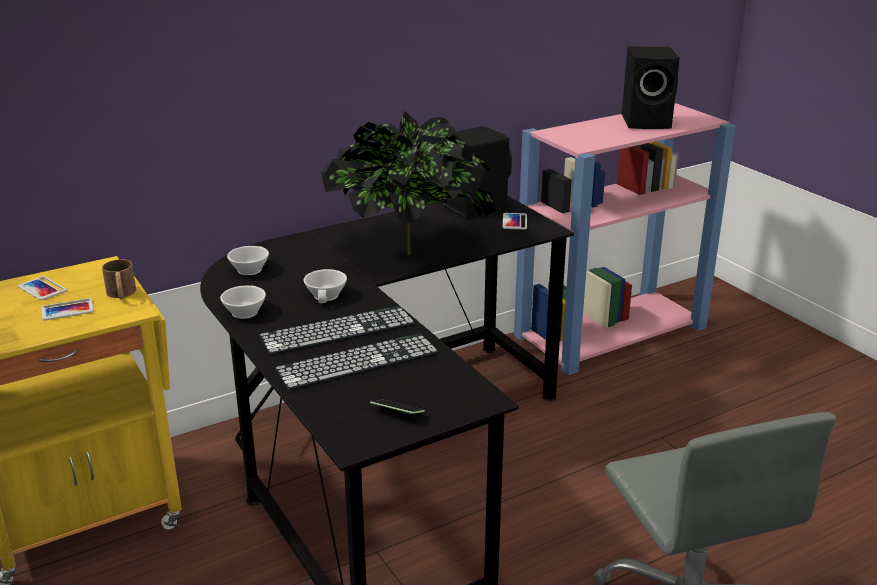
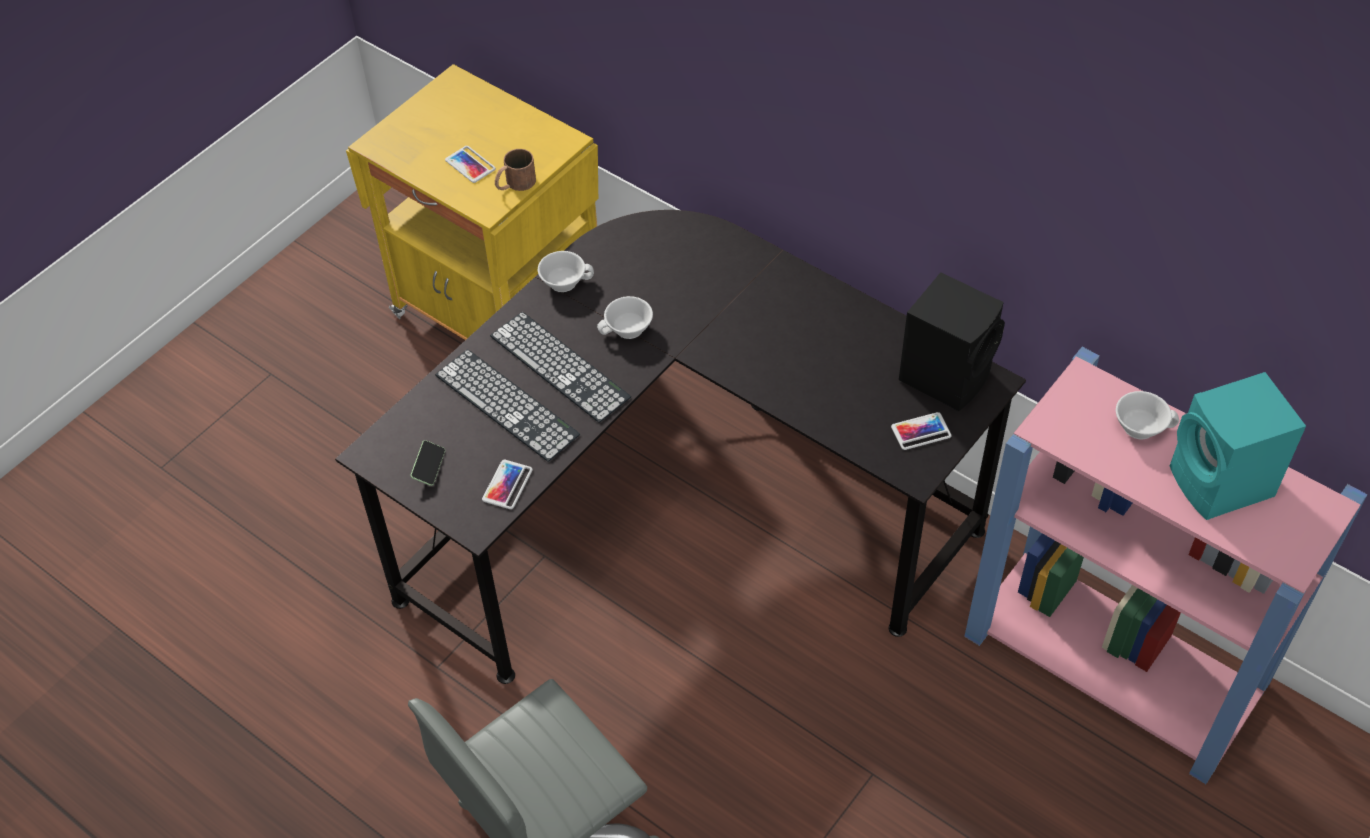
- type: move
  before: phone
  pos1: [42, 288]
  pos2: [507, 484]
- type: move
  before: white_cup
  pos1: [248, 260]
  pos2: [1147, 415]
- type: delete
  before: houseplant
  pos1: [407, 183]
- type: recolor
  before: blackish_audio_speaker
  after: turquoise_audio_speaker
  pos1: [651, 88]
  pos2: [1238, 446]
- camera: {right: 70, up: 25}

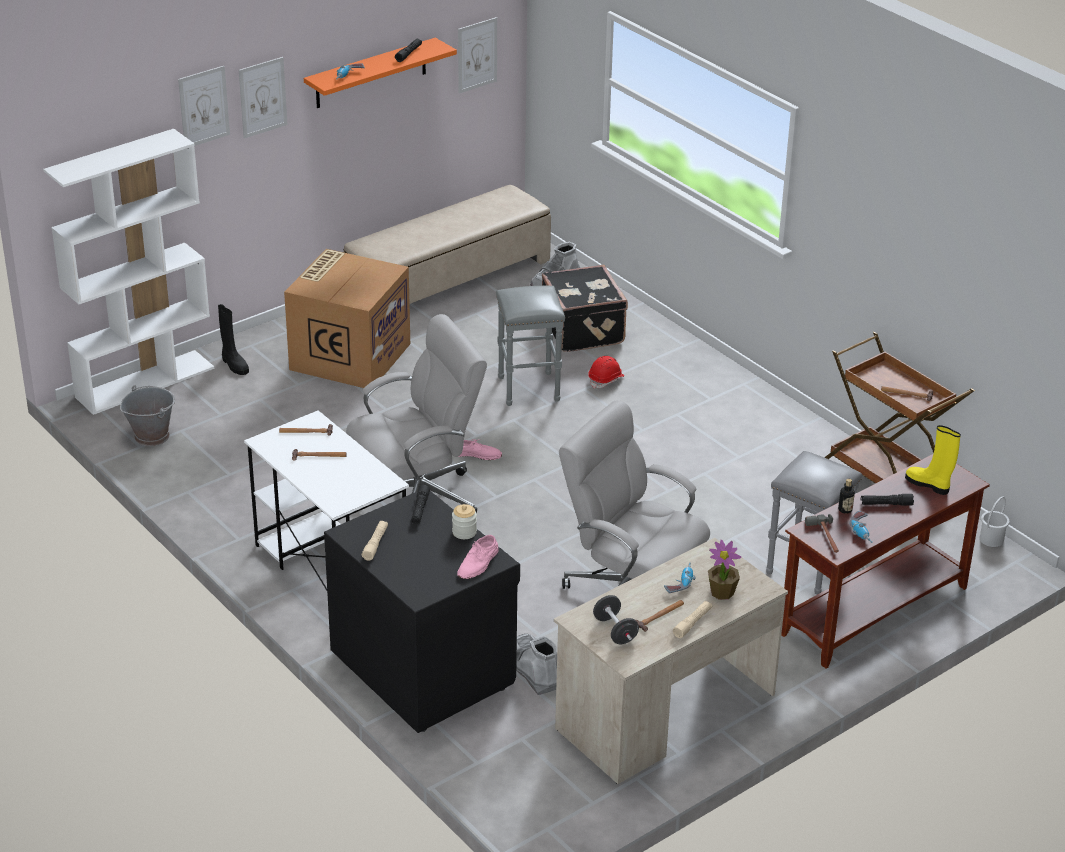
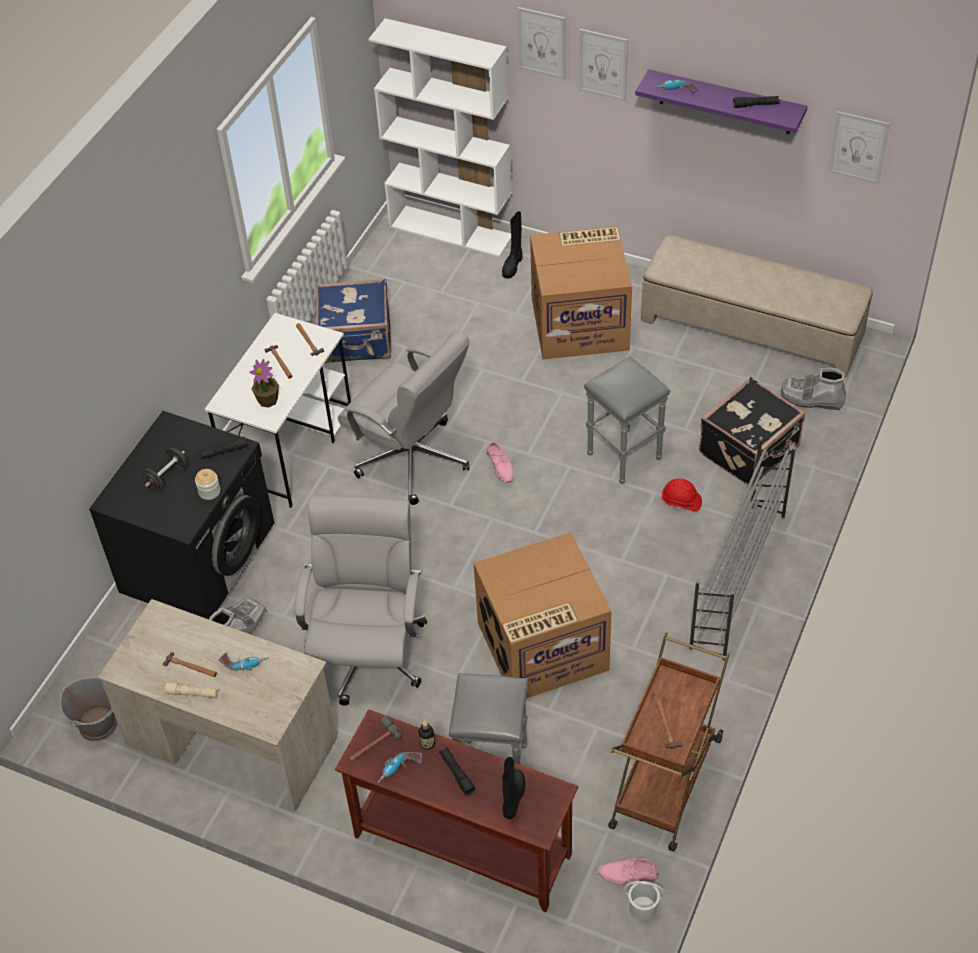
- type: move
  before: greyish_pail
  pos1: [147, 416]
  pos2: [88, 709]
- type: recolor
  before: orange_bracket_shelf
  after: purple-coloured_bracket_shelf
  pos1: [380, 73]
  pos2: [721, 101]
- type: delete
  before: beige-coloured_hand_torch
  pos1: [375, 541]
- type: move
  before: pink-coloured_shoe
  pos1: [478, 557]
  pos2: [628, 870]
- type: move
  before: blackish_dumbbell
  pos1: [616, 619]
  pos2: [165, 468]
- type: move
  before: houseplant
  pos1: [724, 570]
  pos2: [264, 383]
- type: recolor
  before: yellow_tall_boot
  after: blackish_tall_boot
  pos1: [933, 460]
  pos2: [513, 788]
- type: insert
  after: blue-coloured_travel_case
  pos2: [353, 321]
- type: insert
  after: packing_box
  pos2: [543, 615]
- type: insert
  after: greyish_shoe_rack
  pos2: [742, 549]
- camera: {right: 65, up: 15}

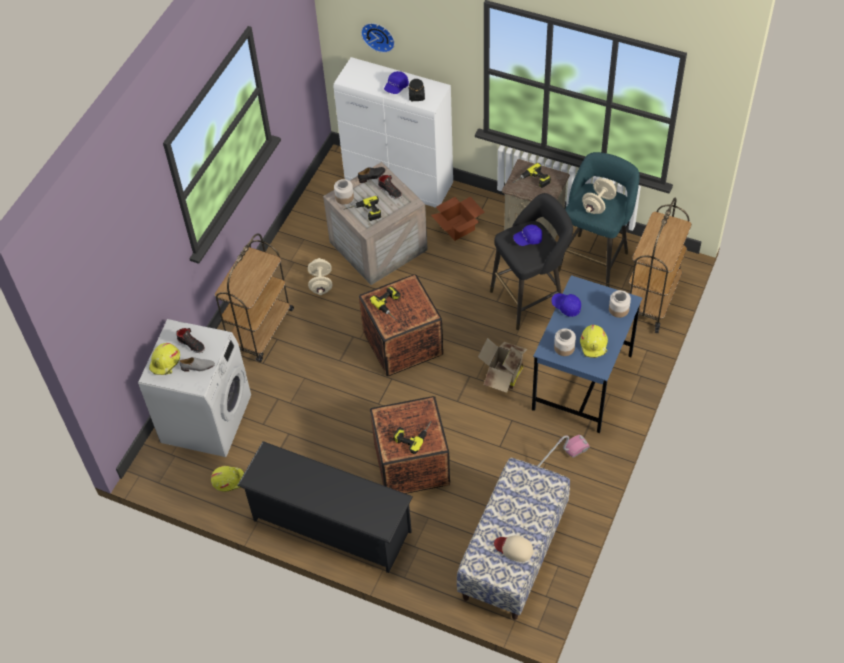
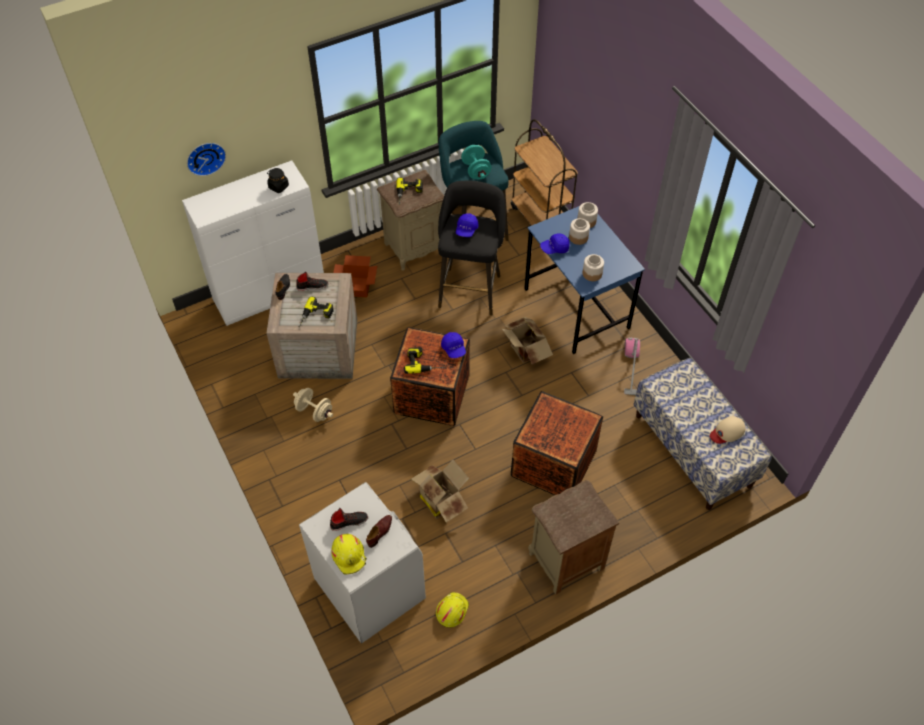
- type: recolor
  before: greyish_shoe
  after: brown_shoe
  pos1: [197, 364]
  pos2: [379, 531]
- type: delete
  before: brown_trolley
  pos1: [254, 297]
- type: replace
  before: blackish_shoe_rack
  after: beige-coloured_nightstand
  pos1: [325, 507]
  pos2: [574, 537]
- type: move
  before: preserve_jar
  pos1: [344, 191]
  pos2: [579, 231]
- type: move
  before: blue-coloured_cap
  pos1: [396, 82]
  pos2: [453, 345]
- type: delete
  before: drill
  pos1: [412, 437]
- type: delete
  before: yellow_hard_hat
  pos1: [594, 341]
- type: recolor
  before: beige-coloured_dumbbell
  after: turquoise_dumbbell
  pos1: [599, 196]
  pos2: [476, 162]
- type: insert
  after: packing_box
  pos2: [440, 491]
- camera: {right: -55, up: 0}

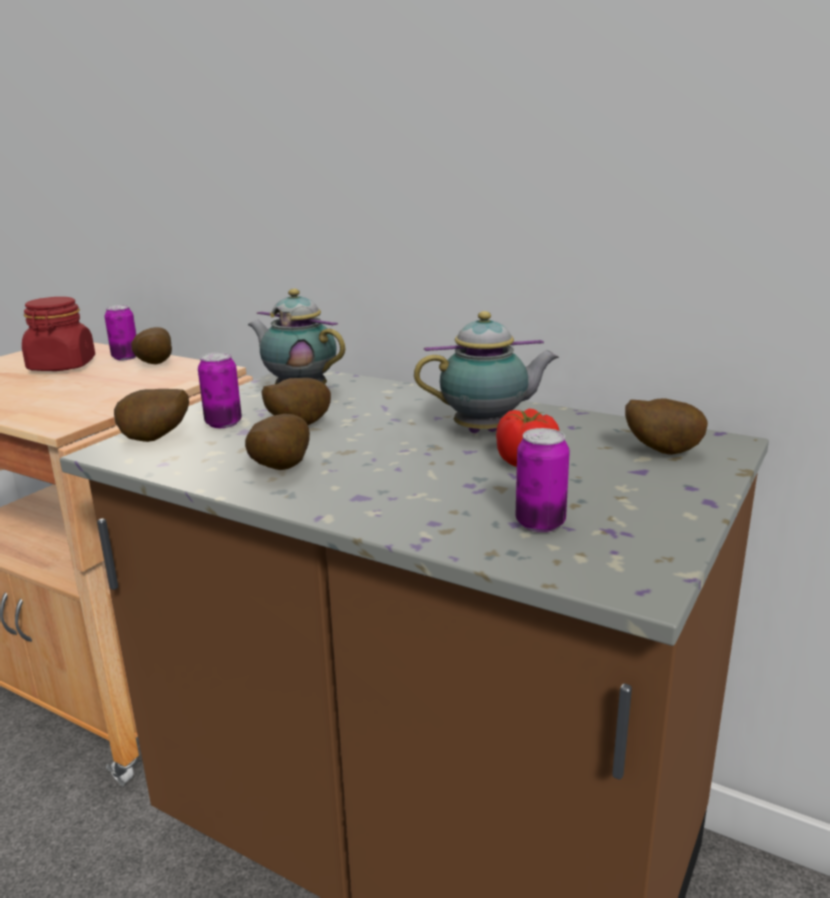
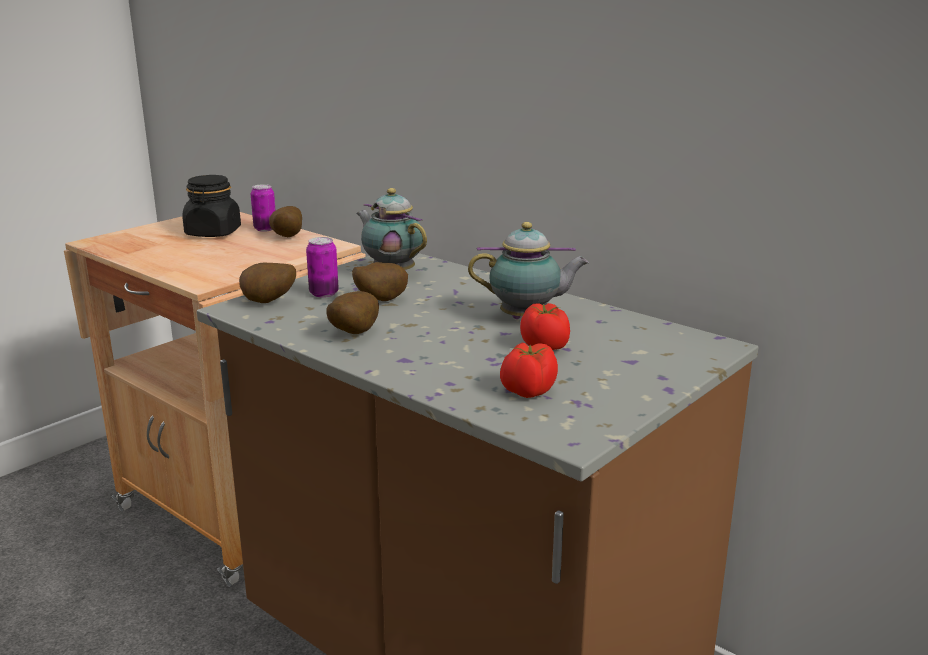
- type: recolor
  before: red-coloured_preserve_jar
  after: blackish_preserve_jar
  pos1: [58, 334]
  pos2: [211, 206]
- type: replace
  before: sealed_can
  after: fresh_tomato
  pos1: [543, 480]
  pos2: [529, 370]
- type: delete
  before: spud
  pos1: [666, 426]
- camera: {right: 10, up: 0}

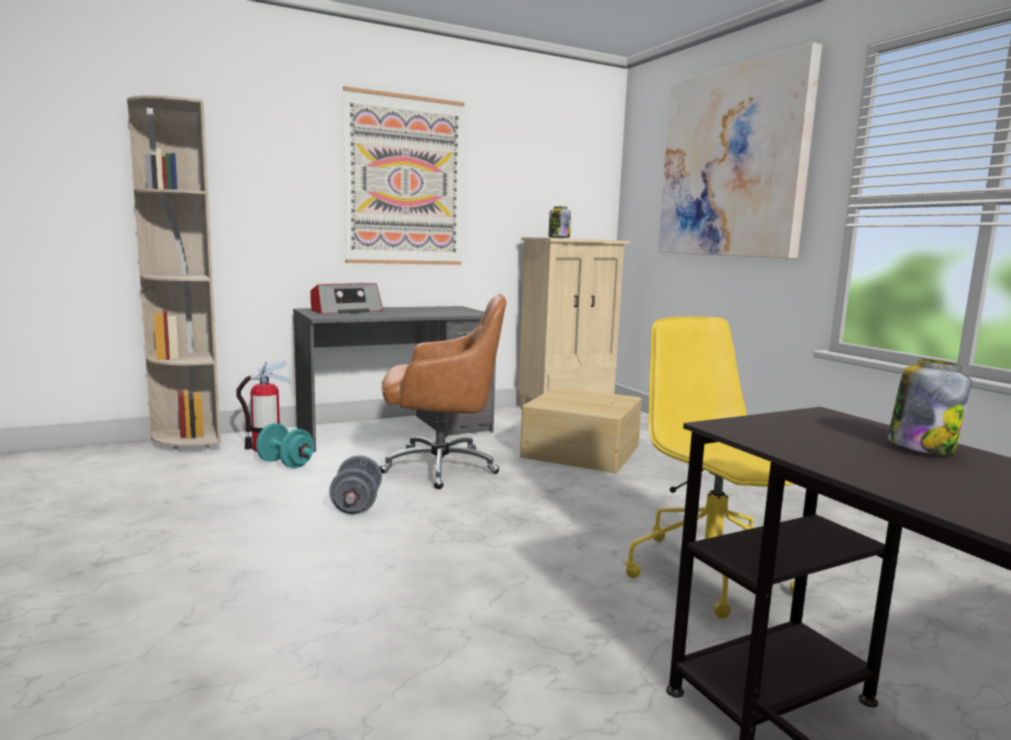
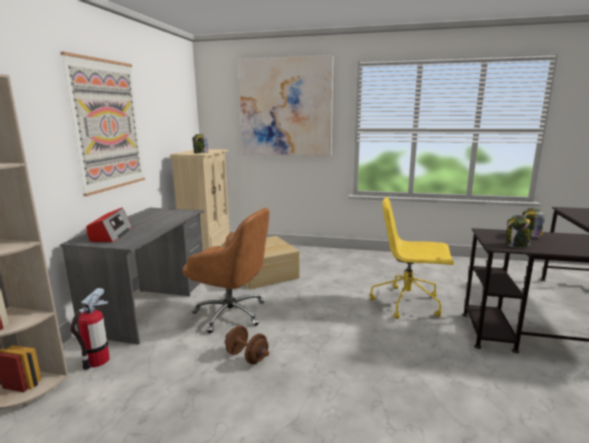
- type: delete
  before: turquoise_dumbbell
  pos1: [285, 445]
- type: recolor
  before: greyish_dumbbell
  after: brown_dumbbell
  pos1: [355, 485]
  pos2: [247, 344]
- type: rotate
  before: brown_office_chair
  pos1: [442, 391]
  pos2: [225, 270]
  turn: 75
- type: insert
  after: preserve_jar
  pos2: [518, 231]
- camera: {right: -50, up: 5}

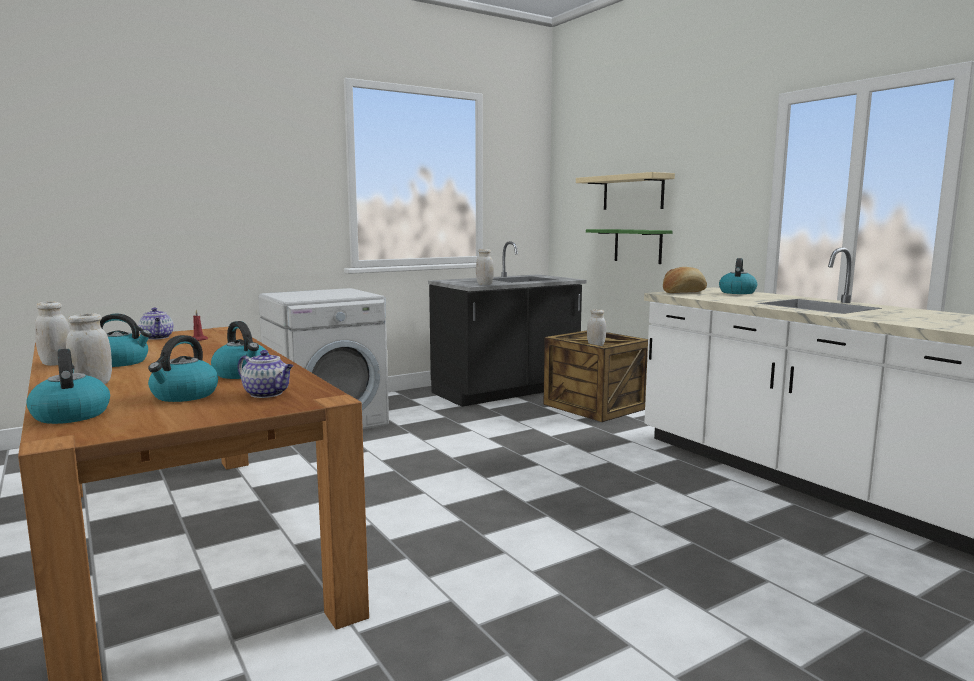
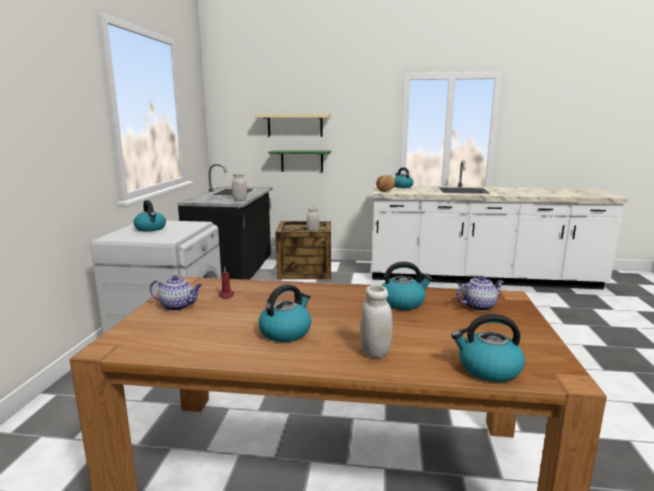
- type: delete
  before: white_preserve_jar
  pos1: [52, 333]
- type: move
  before: kettle
  pos1: [183, 368]
  pos2: [149, 216]
- camera: {right: -50, up: 5}

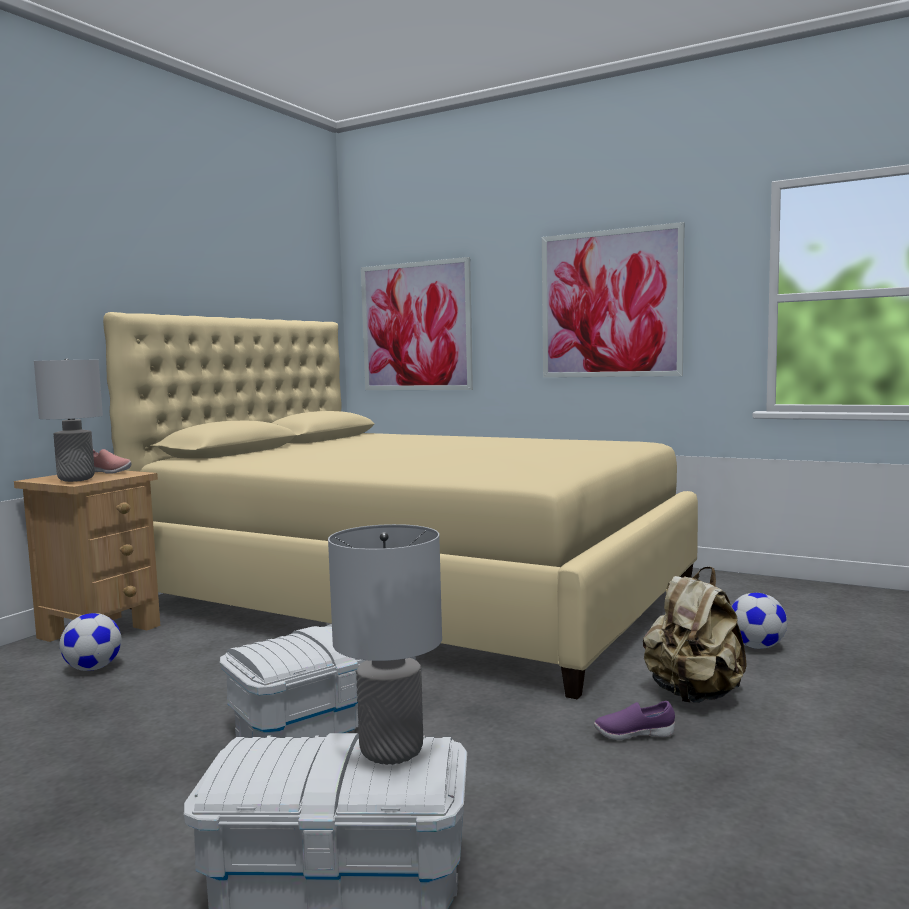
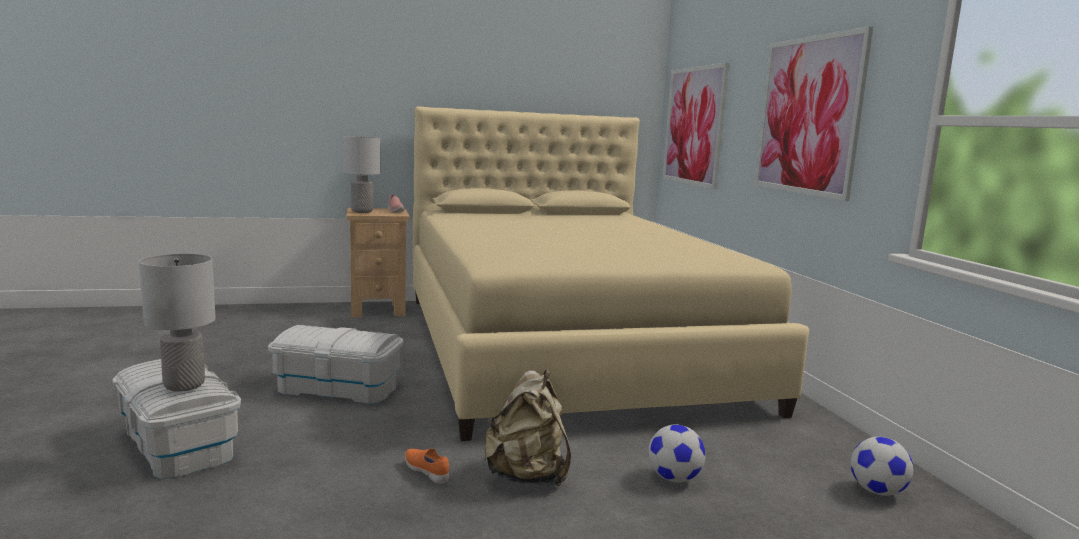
- type: move
  before: football
  pos1: [91, 642]
  pos2: [882, 466]
- type: recolor
  before: purple-coloured_shoe
  after: orange_shoe
  pos1: [634, 720]
  pos2: [427, 466]
- camera: {right: 45, up: 5}

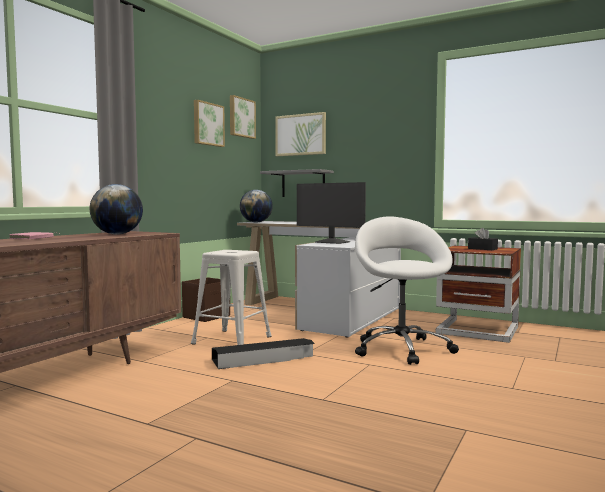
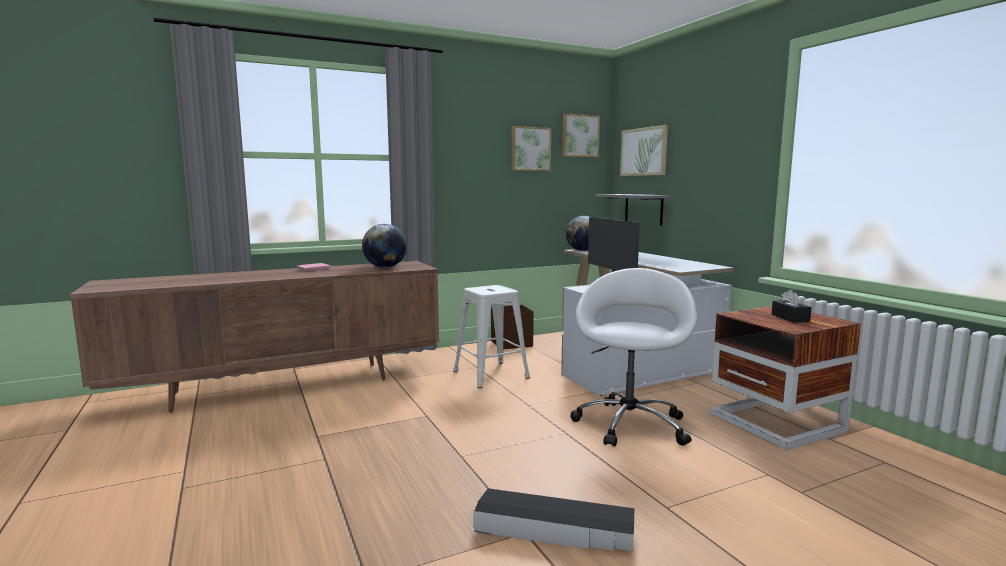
- type: move
  before: blackish_storage_container
  pos1: [263, 353]
  pos2: [554, 519]
- camera: {right: 35, up: 5}

